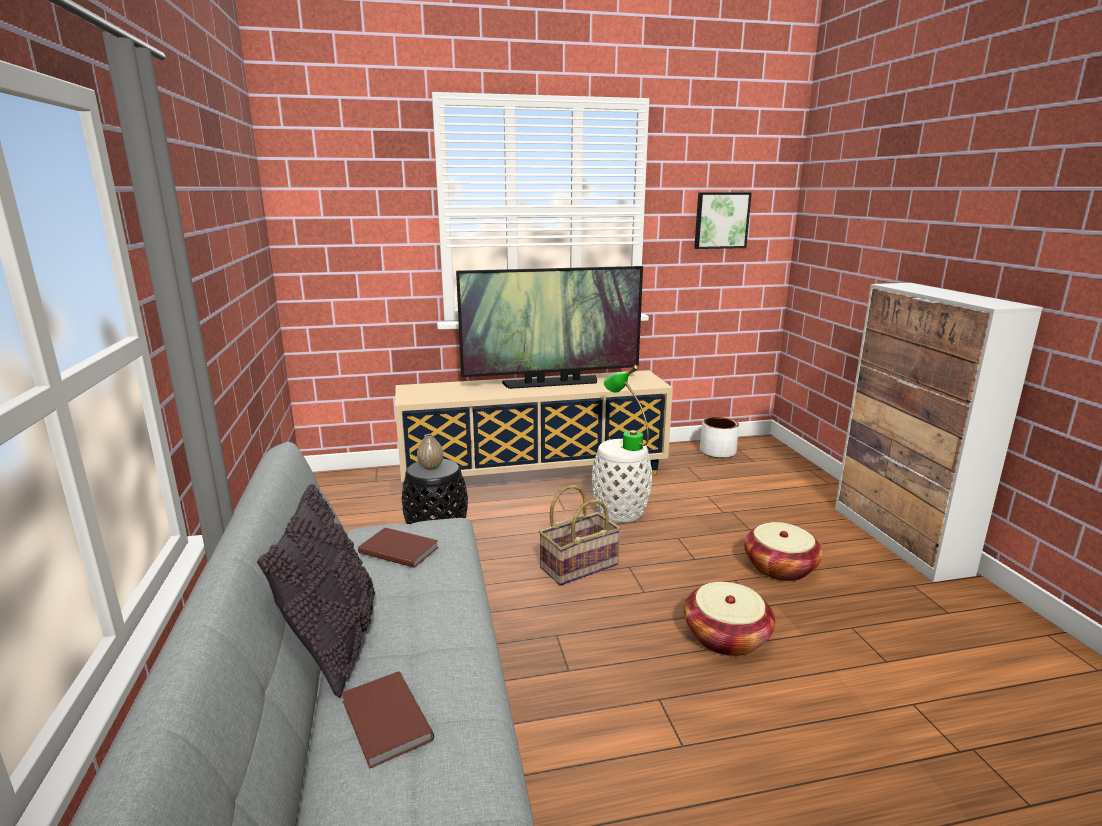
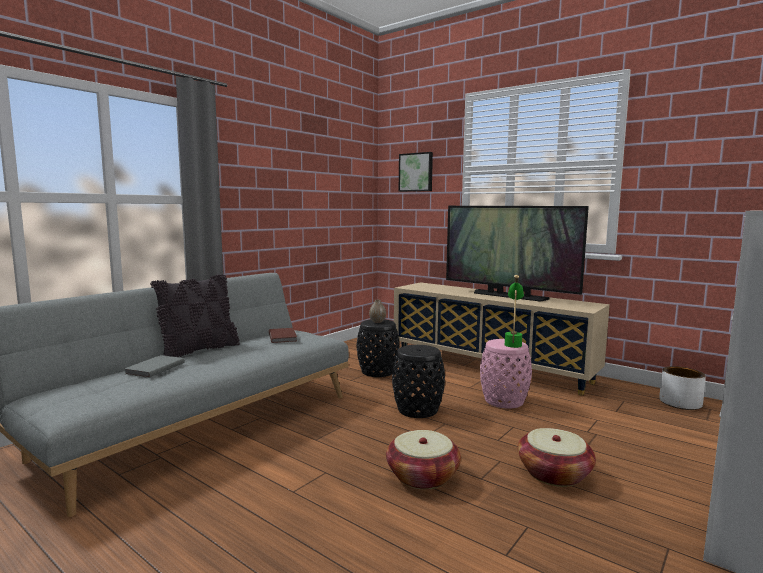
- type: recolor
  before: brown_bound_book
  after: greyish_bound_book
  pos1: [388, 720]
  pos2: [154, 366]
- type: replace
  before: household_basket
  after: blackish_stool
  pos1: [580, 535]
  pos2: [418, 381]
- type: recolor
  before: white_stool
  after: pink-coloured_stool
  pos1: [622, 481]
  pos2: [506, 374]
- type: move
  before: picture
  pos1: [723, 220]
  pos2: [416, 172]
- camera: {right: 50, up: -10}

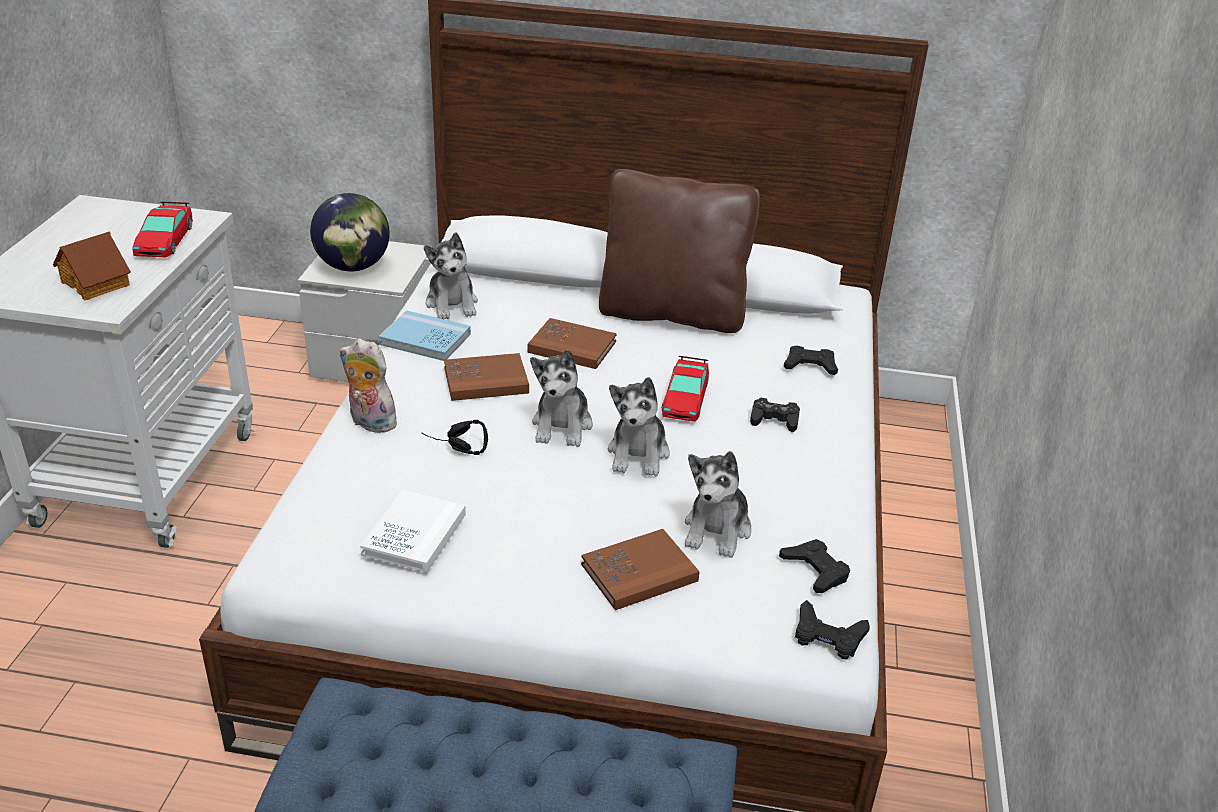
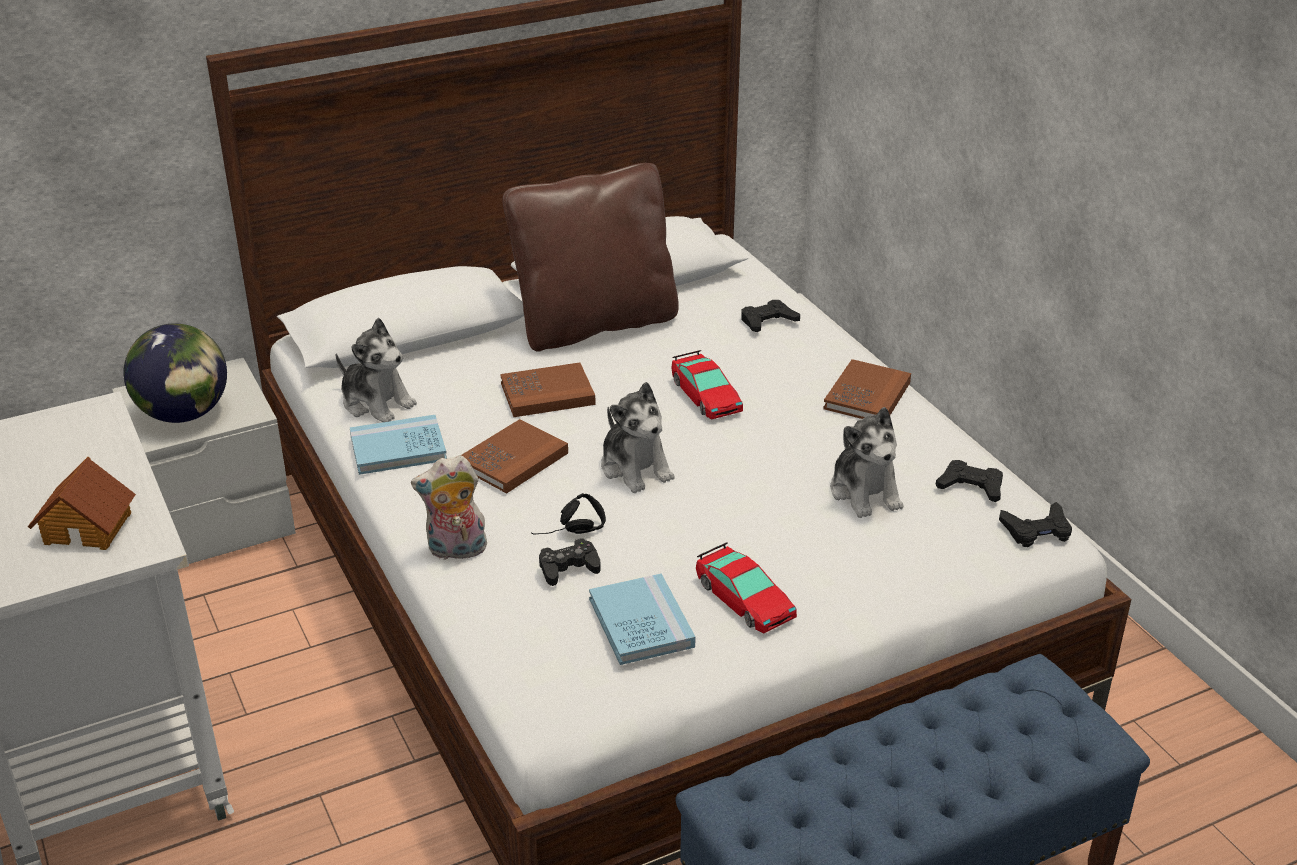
- type: move
  before: miniature_car
  pos1: [162, 229]
  pos2: [746, 587]
- type: recolor
  before: white_bound_book
  after: blue-coloured_bound_book
  pos1: [413, 531]
  pos2: [642, 619]
- type: move
  before: brown_bound_book
  pos1: [640, 569]
  pos2: [867, 389]
- type: delete
  before: cuddly_toy
  pos1: [639, 426]
- type: move
  before: blackish_game_controller
  pos1: [775, 415]
  pos2: [570, 562]
- camera: {right: -35, up: 0}

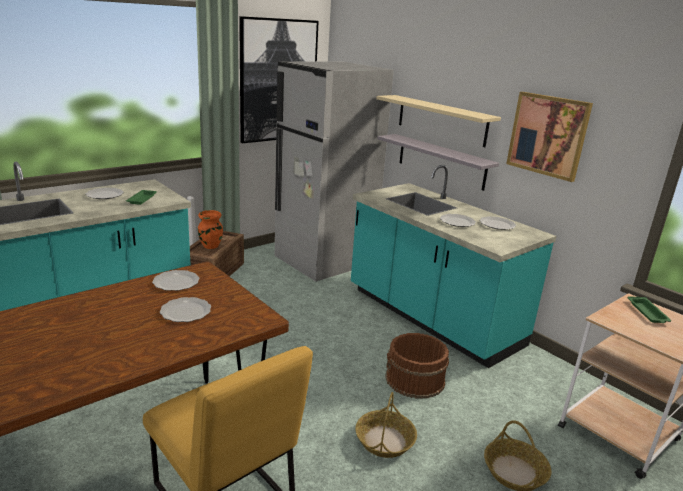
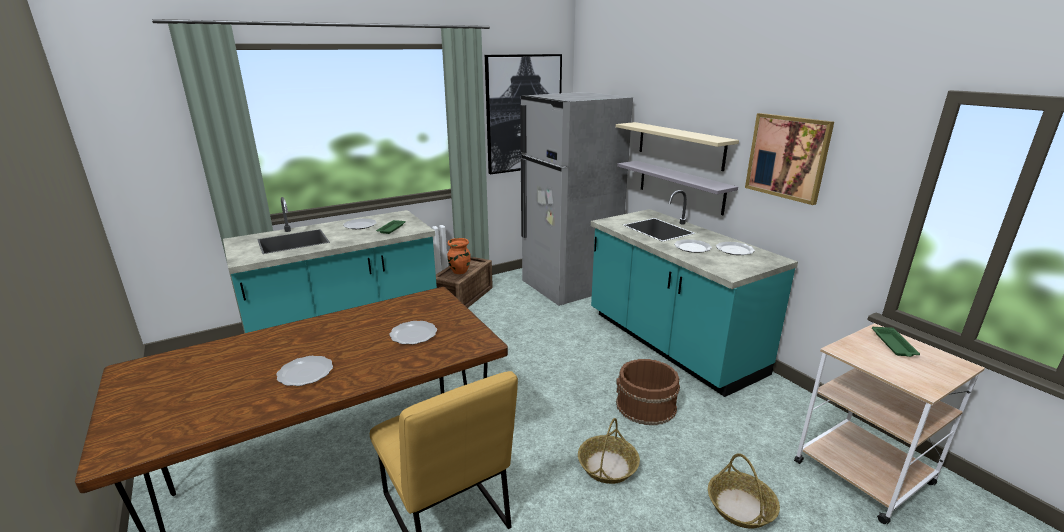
- type: move
  before: flat_dish
  pos1: [176, 280]
  pos2: [304, 371]
- camera: {right: 10, up: 0}

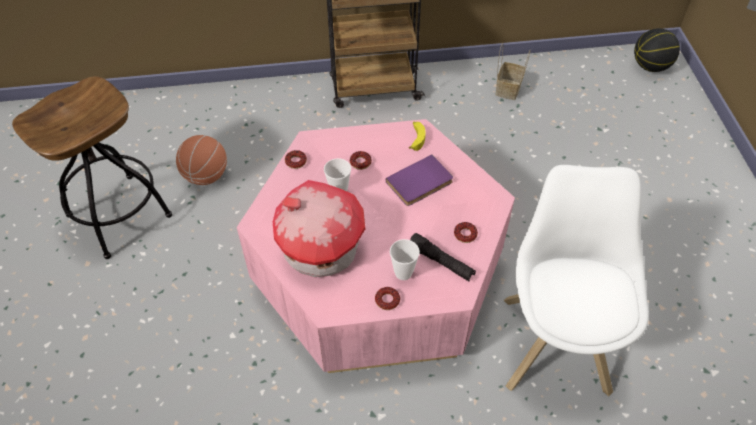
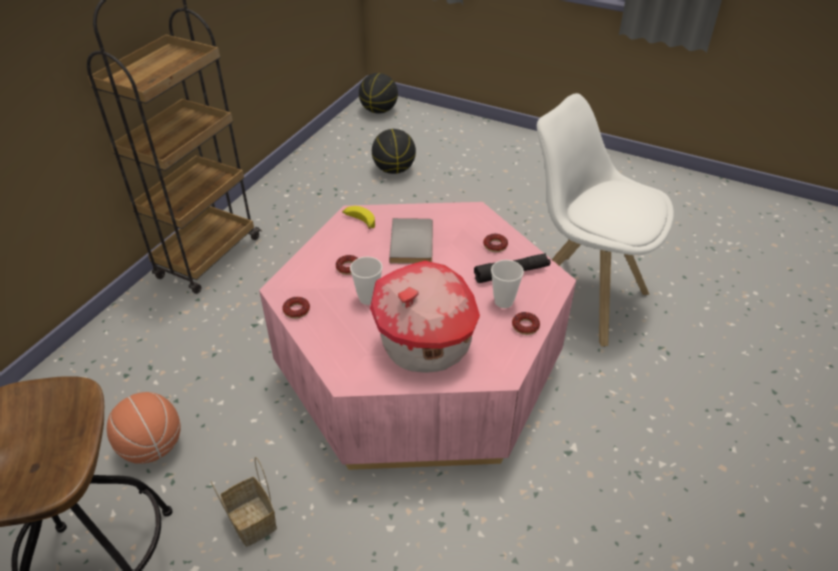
- type: recolor
  before: purple-coloured_bound_book
  after: greyish_bound_book
  pos1: [419, 180]
  pos2: [411, 241]
- type: move
  before: household_basket
  pos1: [513, 71]
  pos2: [244, 502]
- type: insert
  after: ball_for_basketball
  pos2: [394, 151]
- camera: {right: -55, up: -10}

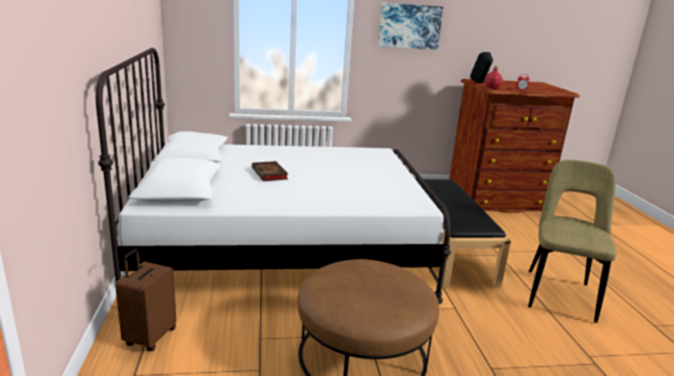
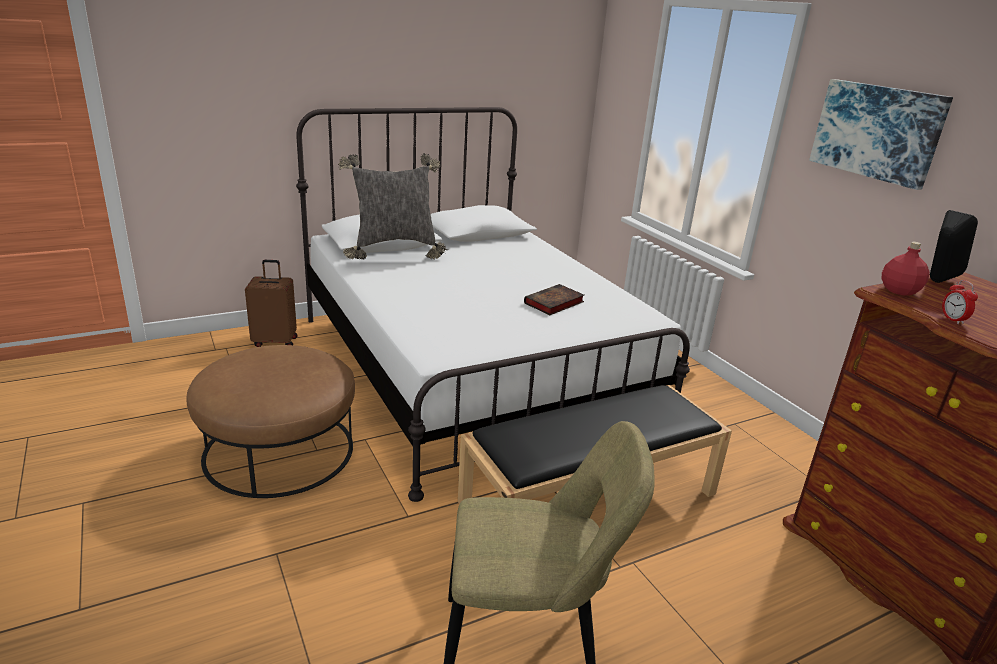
- type: move
  before: bound_book
  pos1: [270, 171]
  pos2: [554, 299]
- type: insert
  after: pillow
  pos2: [393, 206]
- camera: {right: 70, up: 5}

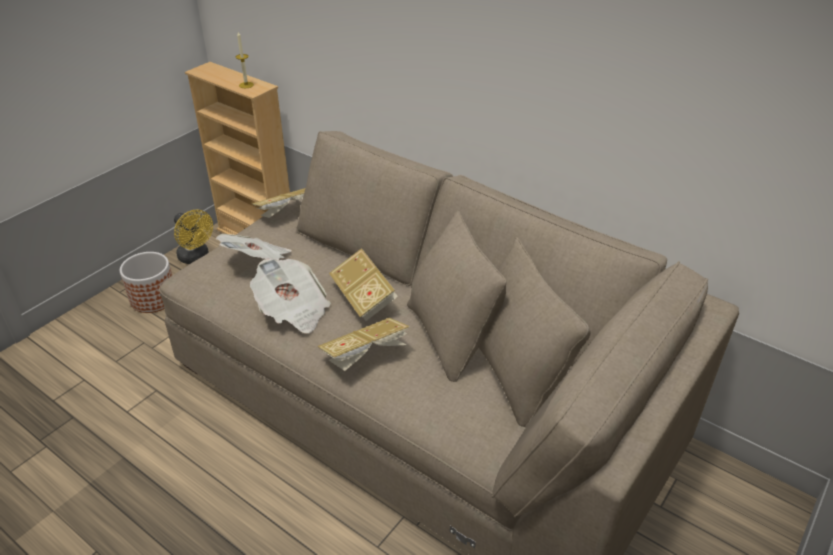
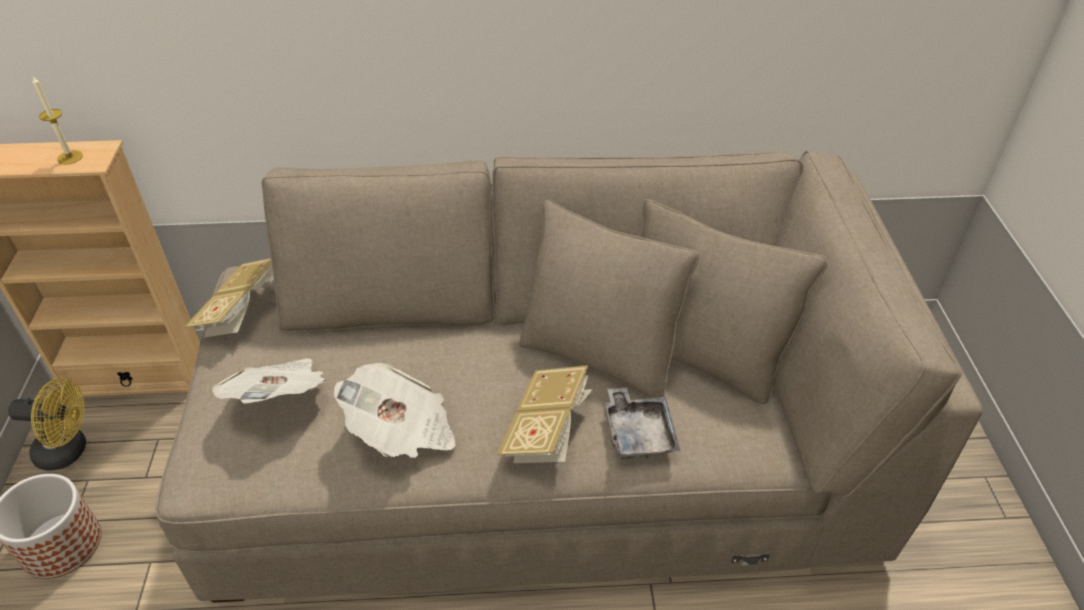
- type: delete
  before: bound_book
  pos1: [363, 284]
- type: insert
  after: greyish_carrying_tray
  pos2: [642, 423]
- camera: {right: -40, up: 5}

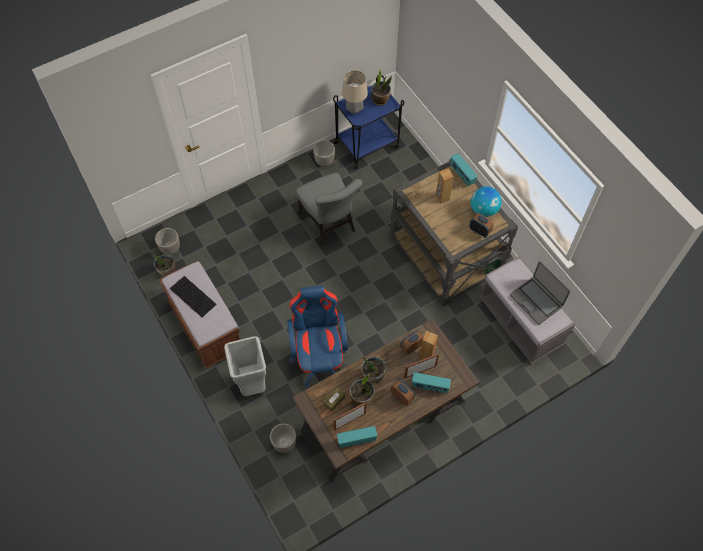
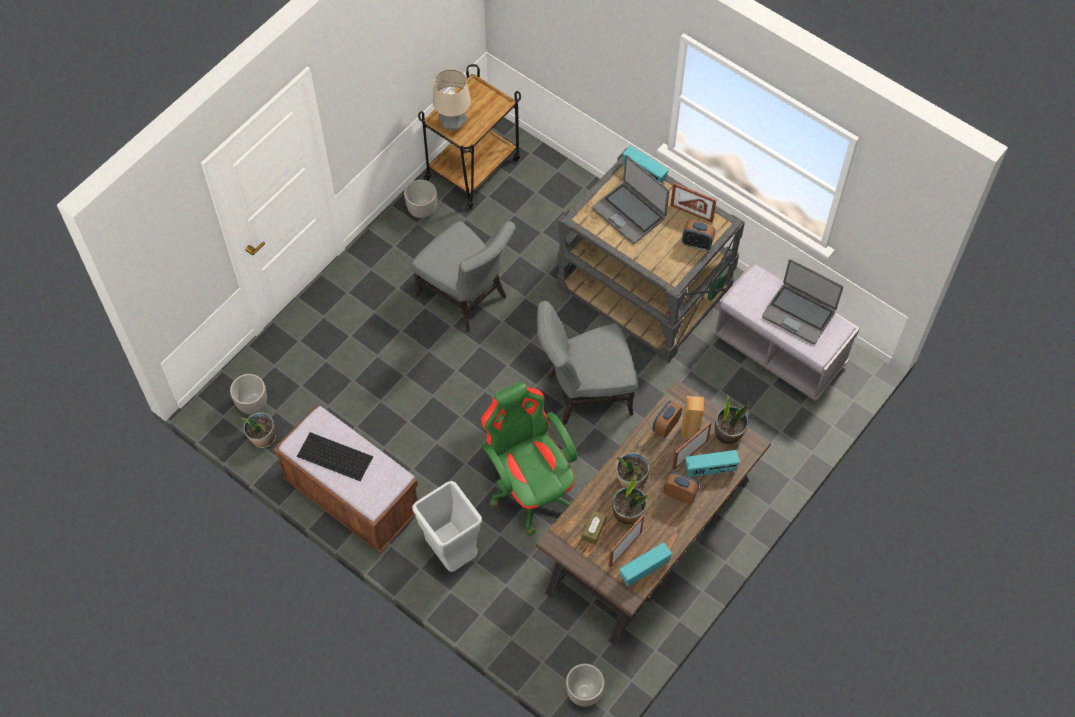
- type: move
  before: plant_pot
  pos1: [283, 438]
  pos2: [585, 685]
- type: recolor
  before: blue-coloured_office_chair
  after: green-coloured_office_chair
  pos1: [317, 337]
  pos2: [529, 459]
- type: recolor
  before: blue-coloured_trolley
  after: brown_trolley
  pos1: [368, 122]
  pos2: [469, 137]
- type: move
  before: houseplant
  pos1: [381, 87]
  pos2: [732, 420]
- type: replace
  before: brown_audio_speaker
  after: notebook_computer
  pos1: [445, 186]
  pos2: [630, 199]
- type: replace
  before: globe
  after: standing_frame
  pos1: [486, 201]
  pos2: [693, 202]
- type: insert
  after: greyish_chair
  pos2: [587, 363]
- camera: {right: -20, up: 0}

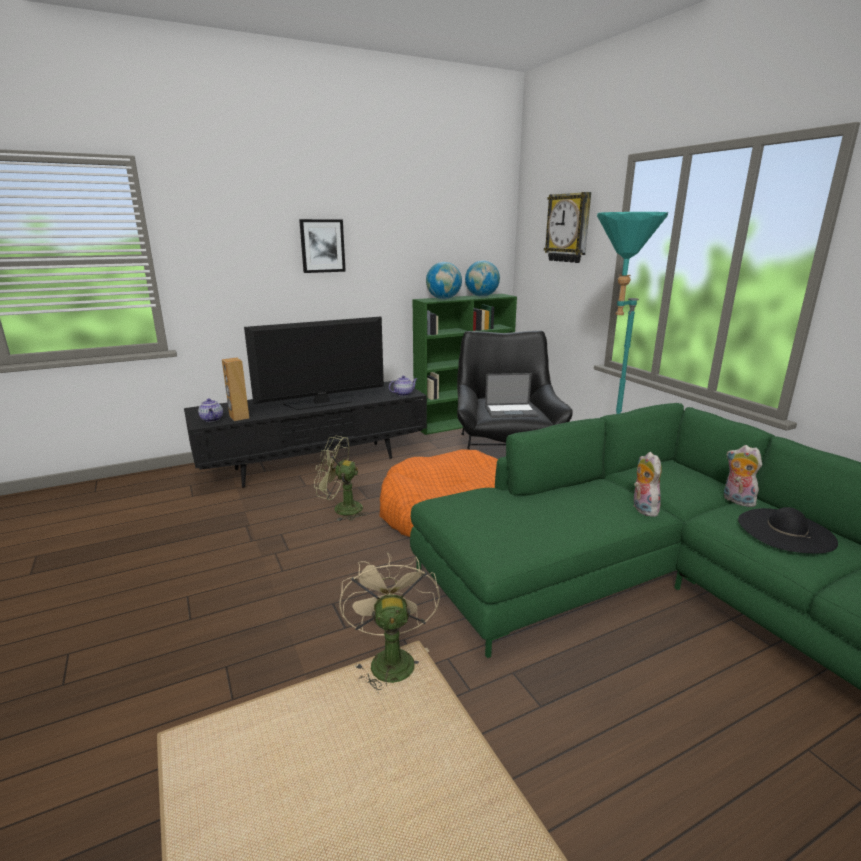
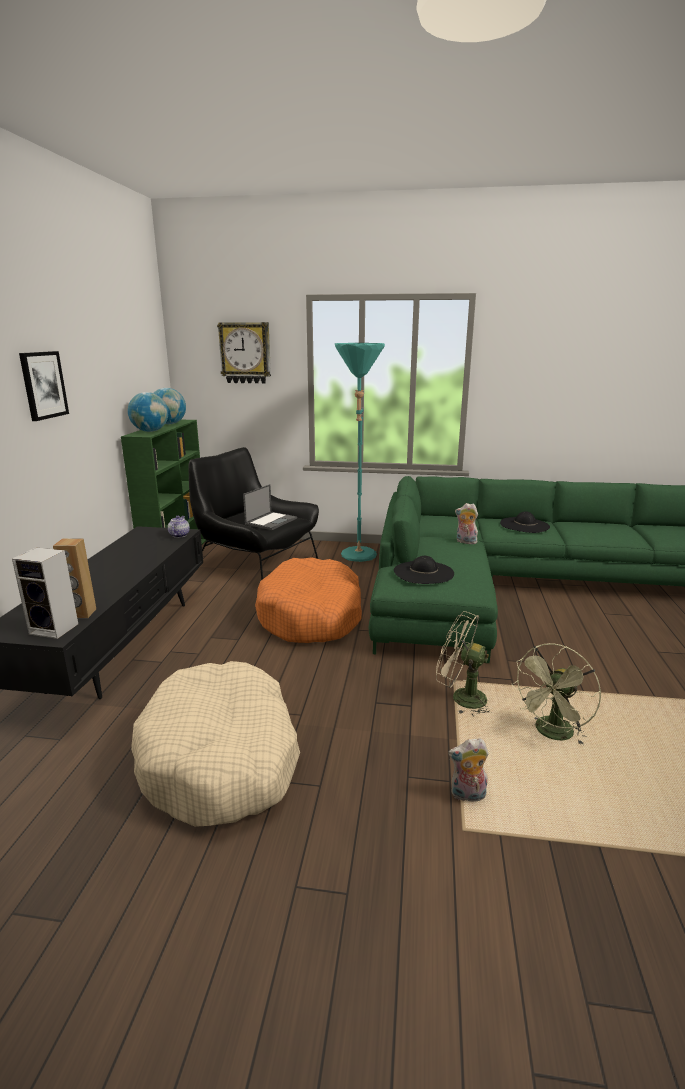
- type: replace
  before: pot_for_tea
  after: audio_speaker
  pos1: [210, 410]
  pos2: [45, 593]
- type: delete
  before: TV
  pos1: [314, 363]
- type: move
  before: green-coloured_electric_fan
  pos1: [341, 478]
  pos2: [556, 694]
- type: move
  before: cuddly_toy
  pos1: [743, 476]
  pos2: [468, 769]
- type: insert
  after: beige-coloured_dog_cushion
  pos2: [215, 744]
- type: insert
  after: blackish_clothing_hat
  pos2: [424, 570]
- camera: {right: -55, up: 0}

